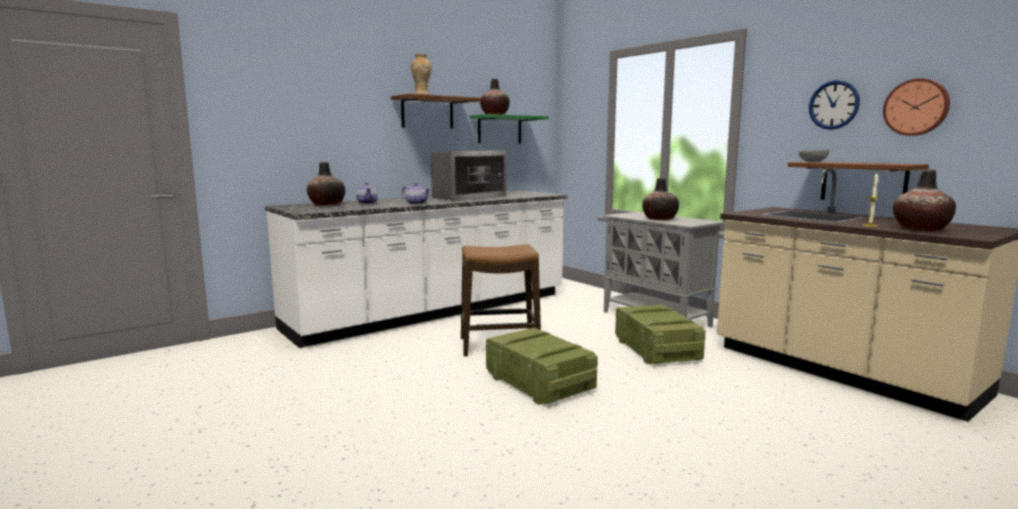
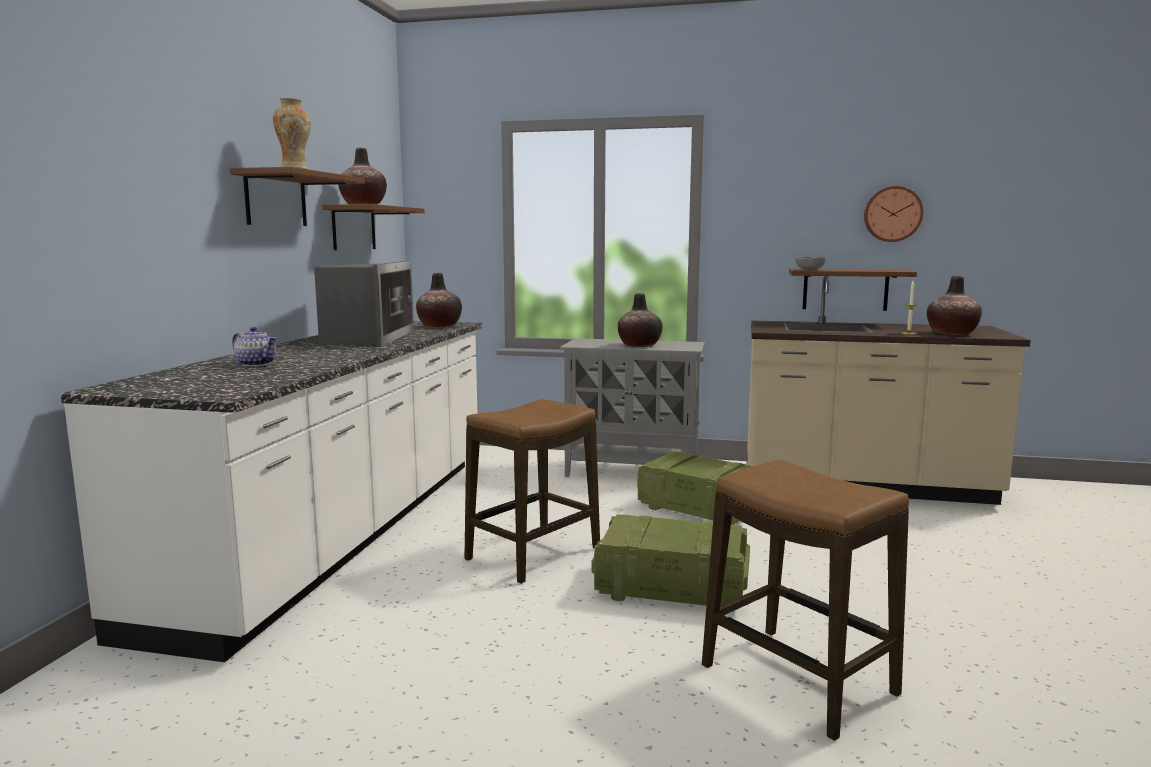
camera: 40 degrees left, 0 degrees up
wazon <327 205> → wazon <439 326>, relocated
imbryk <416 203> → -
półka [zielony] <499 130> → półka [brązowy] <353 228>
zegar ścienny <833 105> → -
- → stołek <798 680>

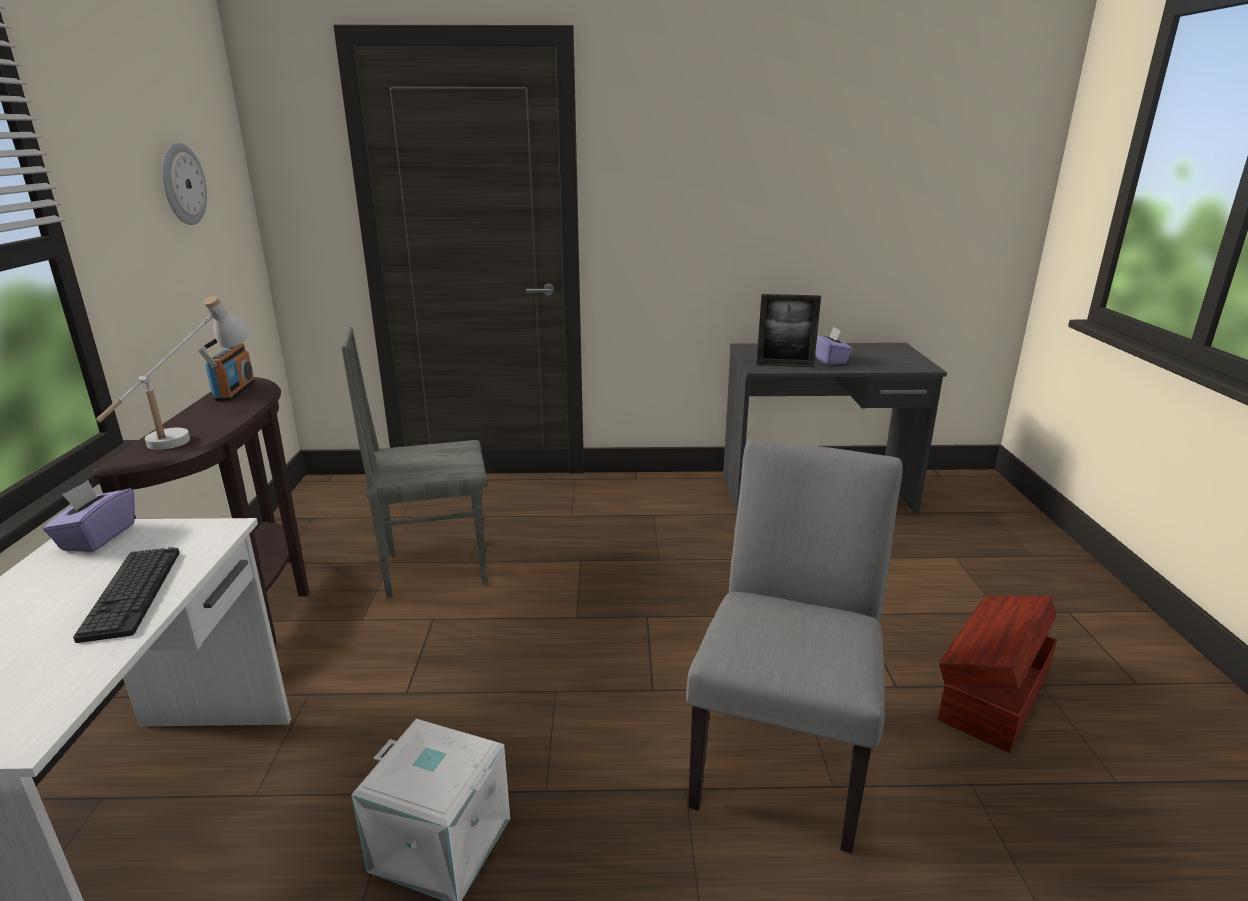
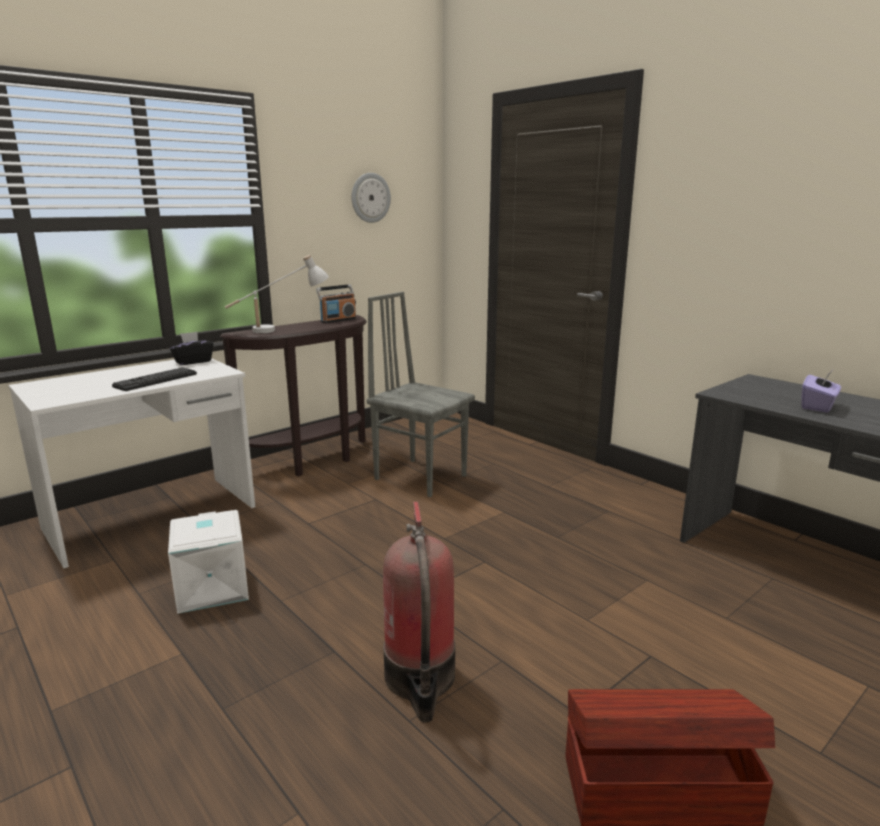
camera: 50 degrees right, 5 degrees down
pudełko chusteczek [fioletowy] <98 537> → pudełko chusteczek [czarny] <193 361>
krzesło [szary] <783 750> → gaśnica <420 679>
ramka na zdjęcie <784 365> → -

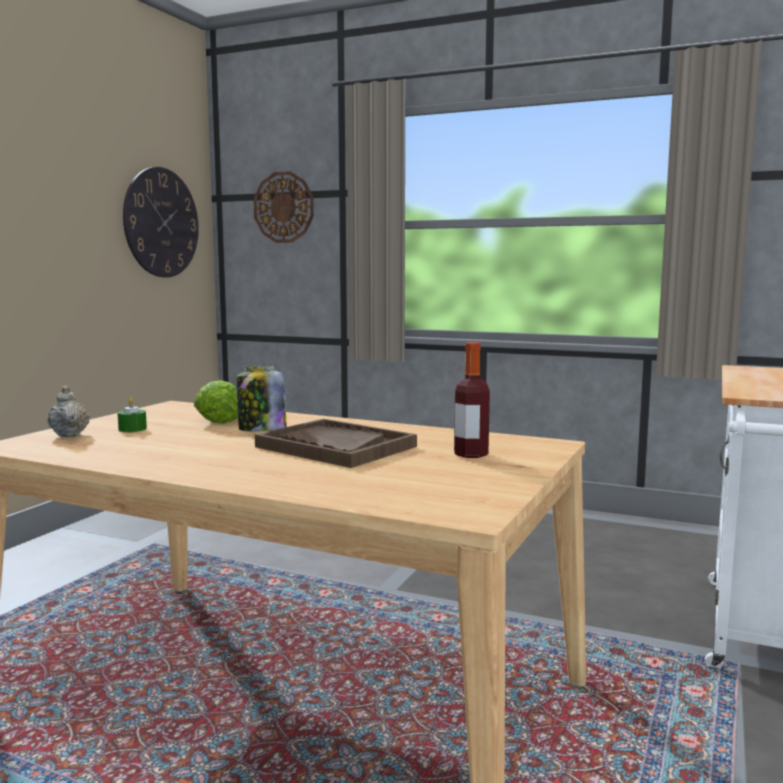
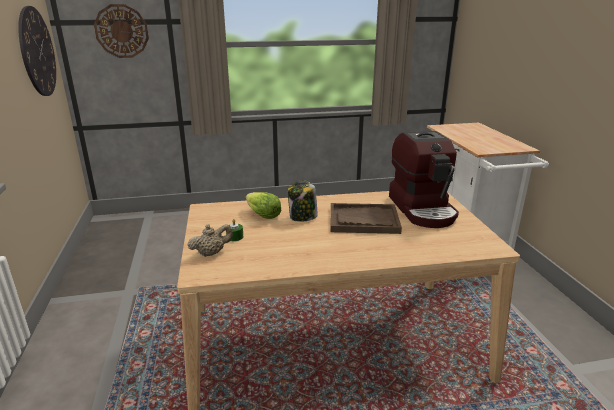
camera: 35 degrees left, 15 degrees up
imbryk [beżowy] <70 435> → imbryk [beżowy] <211 253>, 120 degrees clockwise
butelka <471 454> → ekspres do kawy <423 209>

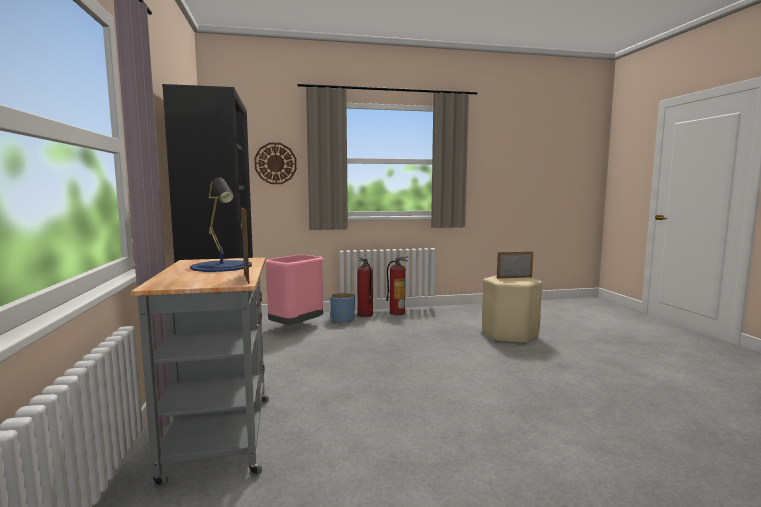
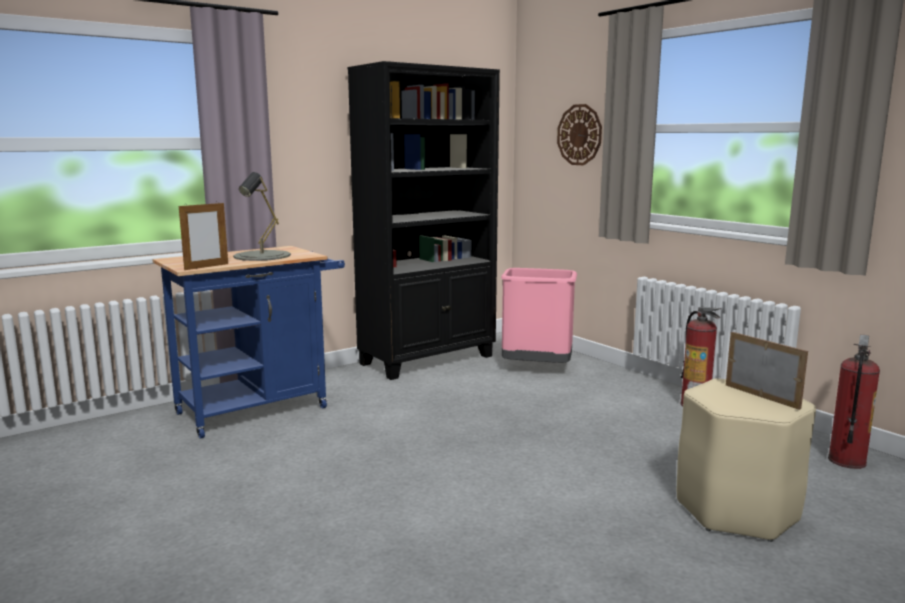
camera: 65 degrees right, 5 degrees up
wózek [szary] <221 432> → wózek [niebieski] <261 408>
lampa stołowa [niebieski] <222 266> → lampa stołowa [szary] <262 256>
donica [niebieski] <343 320> → -
gaśnica <364 315> → gaśnica <846 460>, relocated

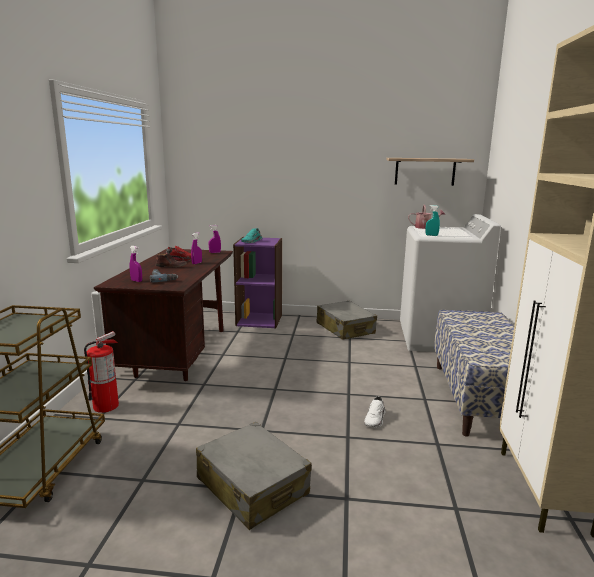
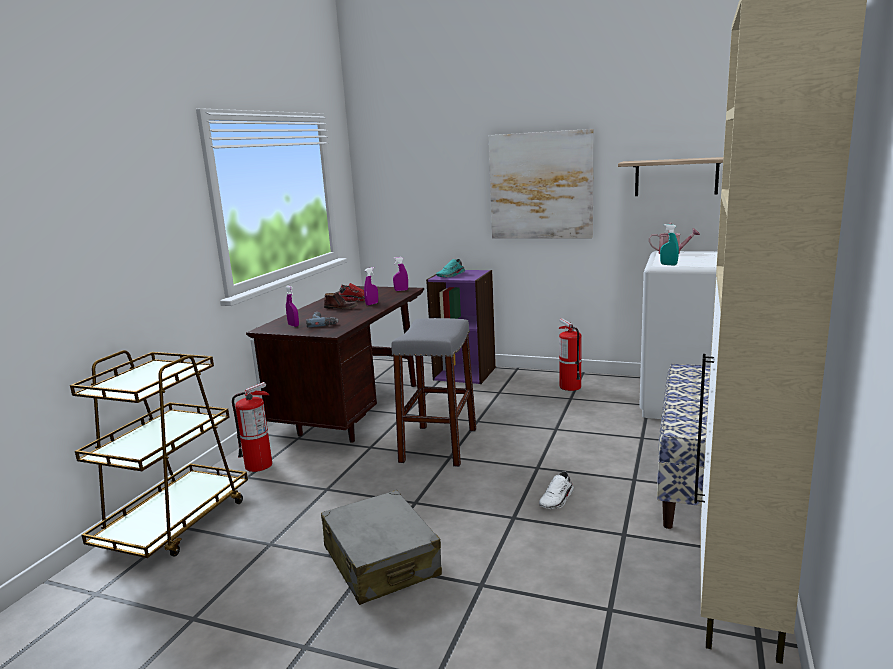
camera: 15 degrees right, 0 degrees up
walizka [szary] <345 328> → gaśnica <570 387>
- → stołek [szary] <439 445>
- → obraz <541 186>

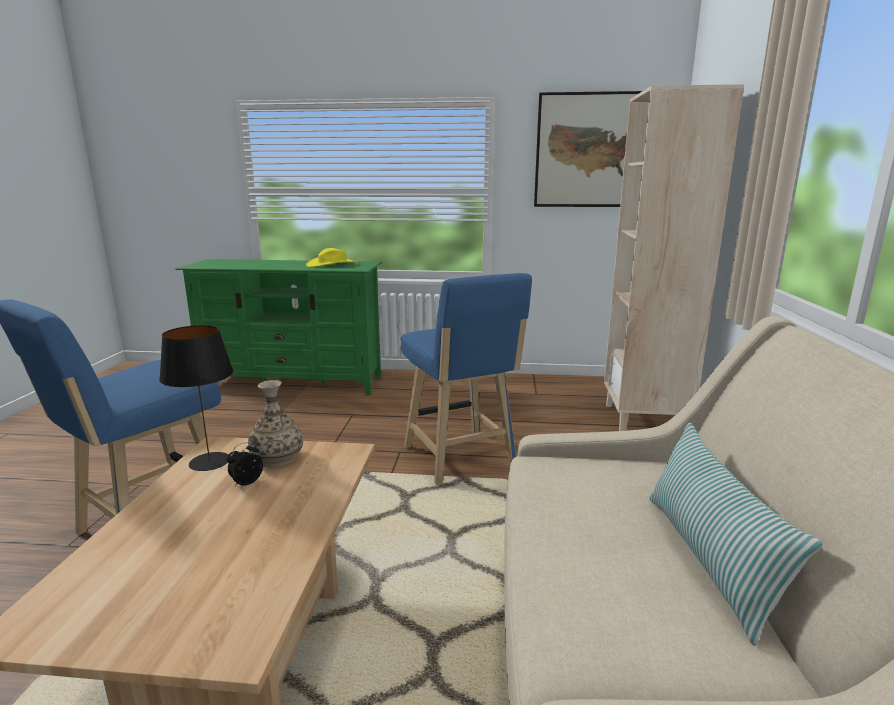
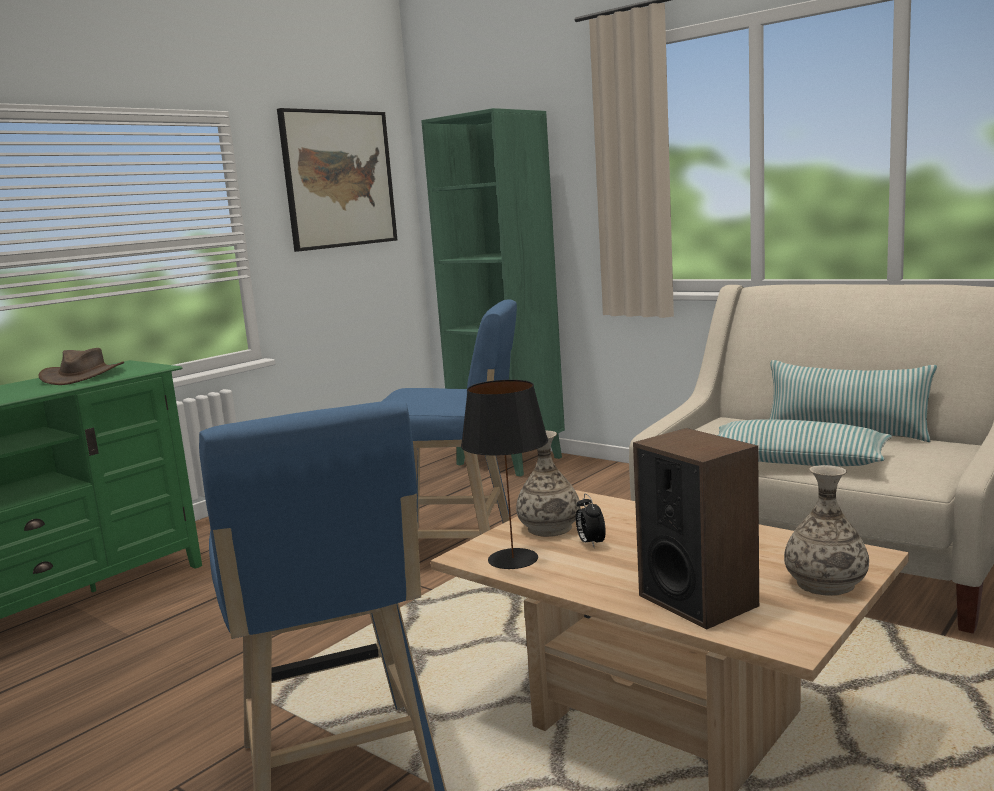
camera: 55 degrees left, 5 degrees down
kapelusz [żółty] <332 264> → kapelusz [brązowy] <83 376>
regał [beżowy] <644 421> → regał [zielony] <510 461>
- → głośnik <698 600>
- → poduszka <795 461>
- → wazon <825 584>

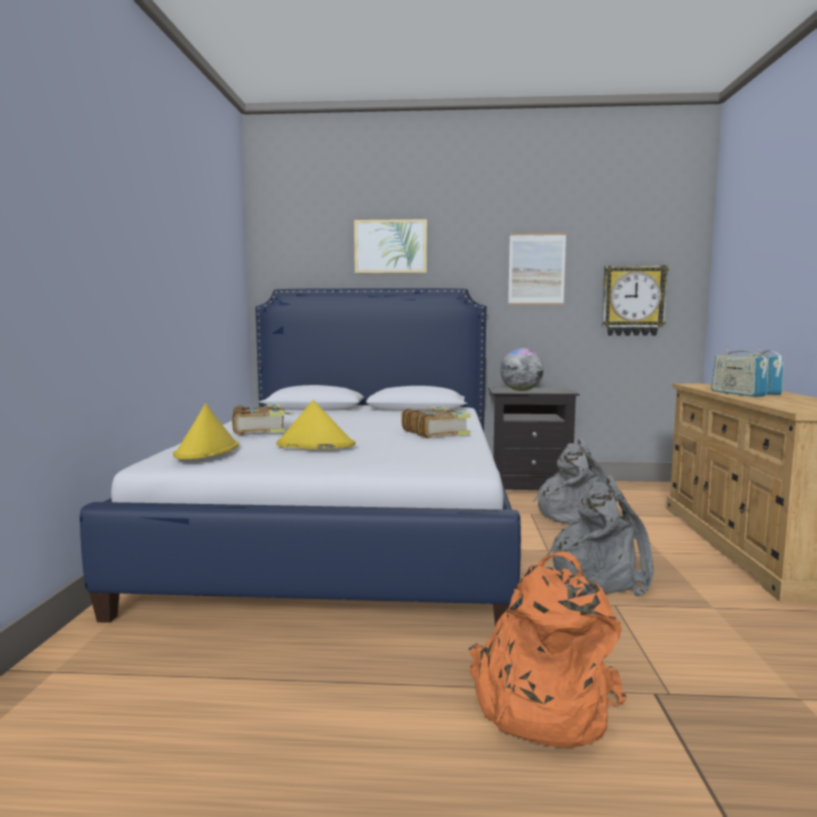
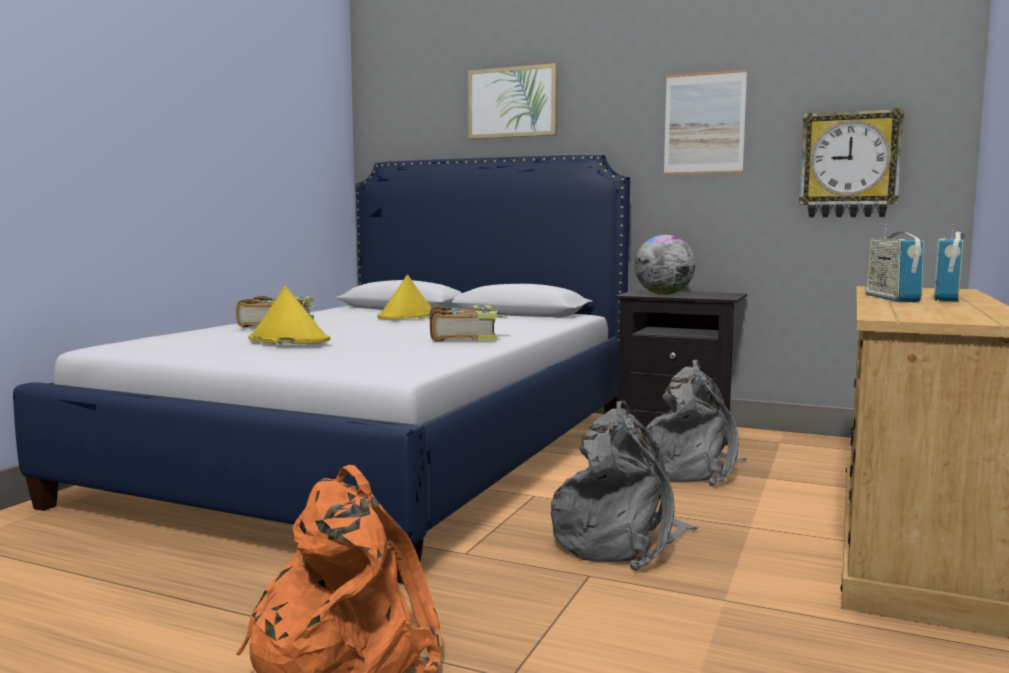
camera: 20 degrees right, 0 degrees up
kapelusz [żółty] <207 451> → kapelusz [żółty] <407 317>, relocated

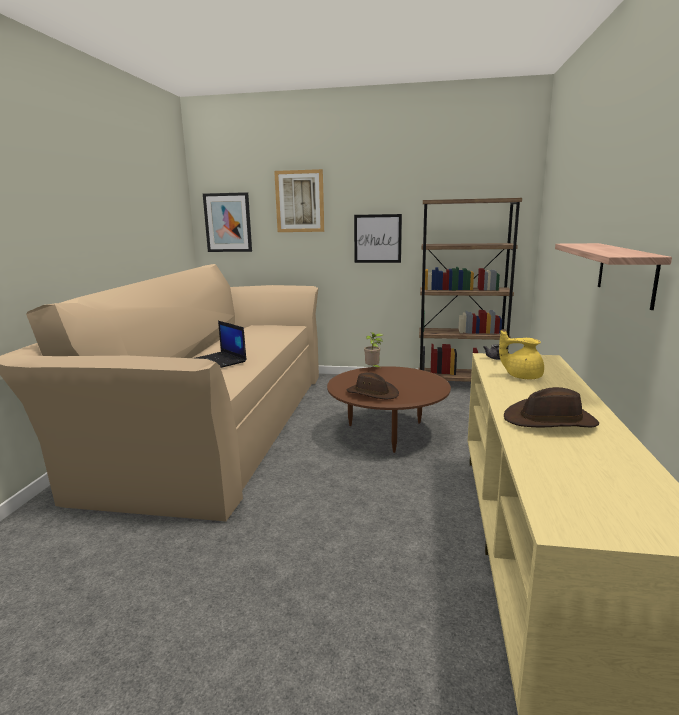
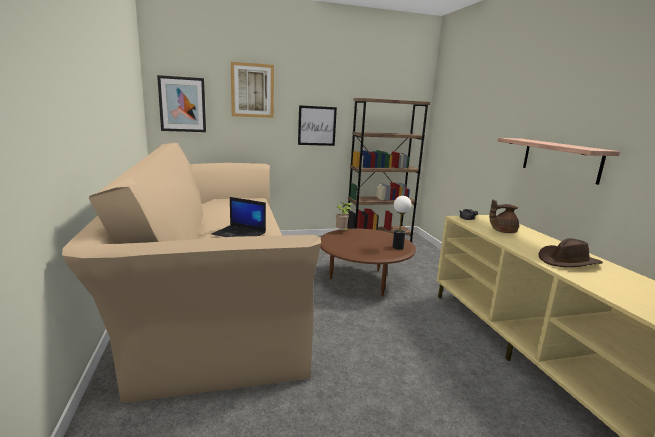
camera: 25 degrees left, 0 degrees up
kapelusz [brązowy] <372 393> → -
imbryk [żółty] <522 376> → imbryk [brązowy] <502 231>
- → lampa stołowa <397 247>

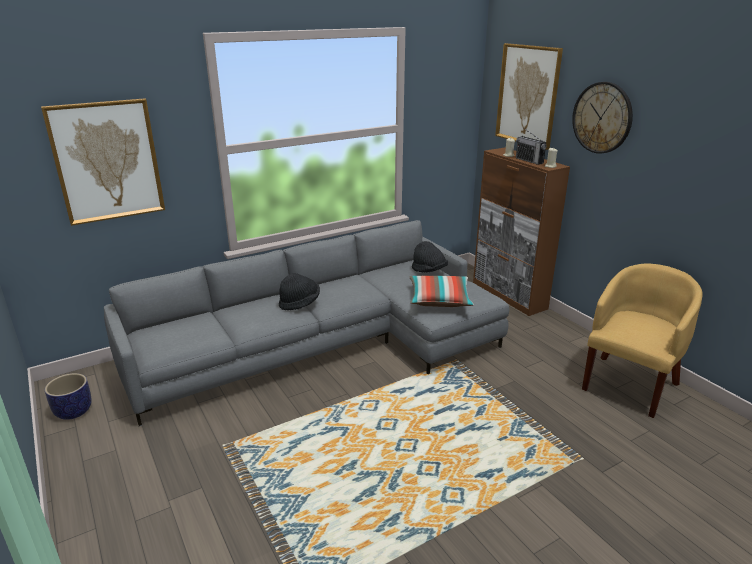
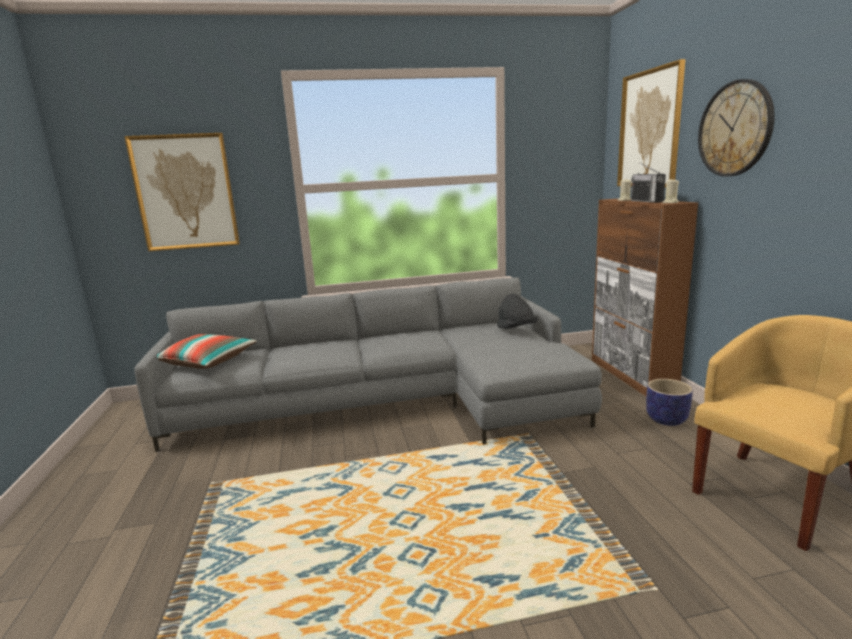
camera: 20 degrees right, 10 degrees down
donica <74 411> → donica <666 419>, relocated
kapelusz [czarny] <299 303> → -
poduszka <439 300> → poduszka <207 362>, relocated

